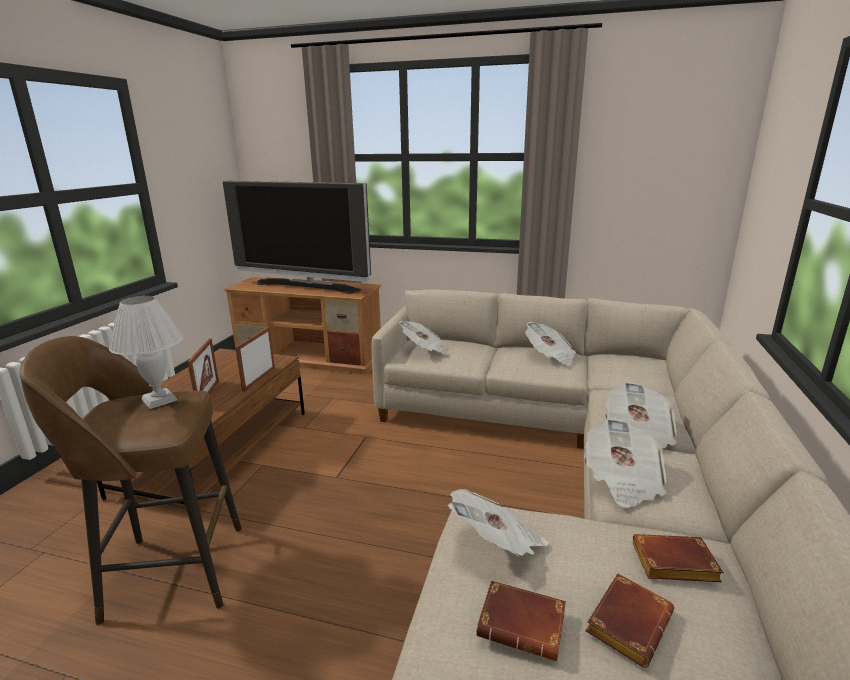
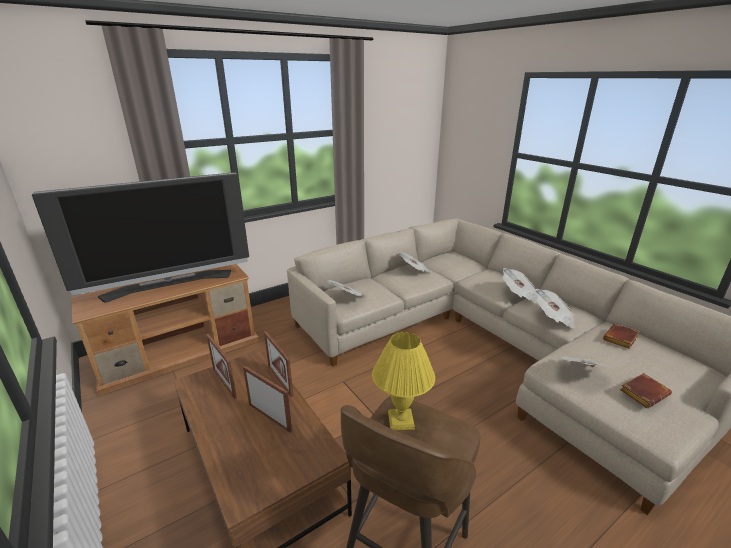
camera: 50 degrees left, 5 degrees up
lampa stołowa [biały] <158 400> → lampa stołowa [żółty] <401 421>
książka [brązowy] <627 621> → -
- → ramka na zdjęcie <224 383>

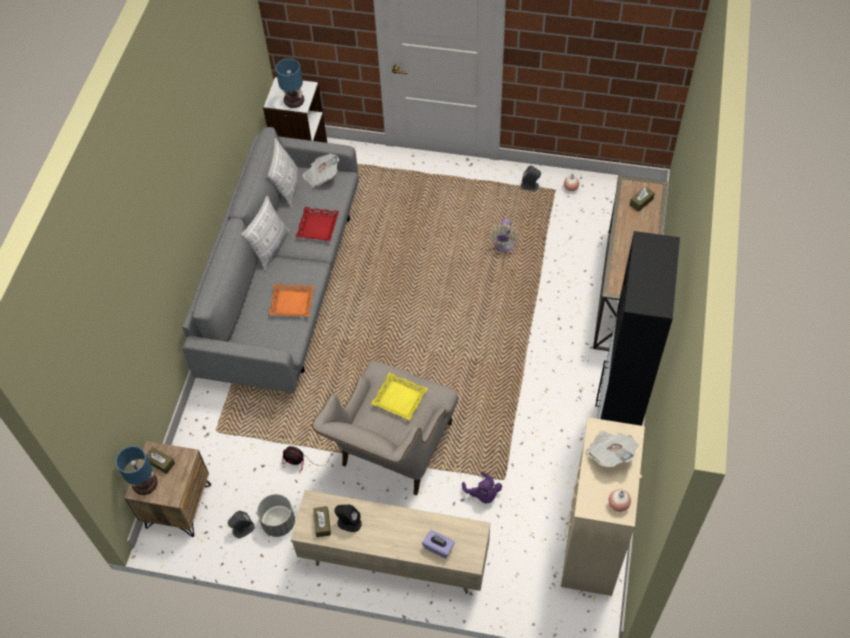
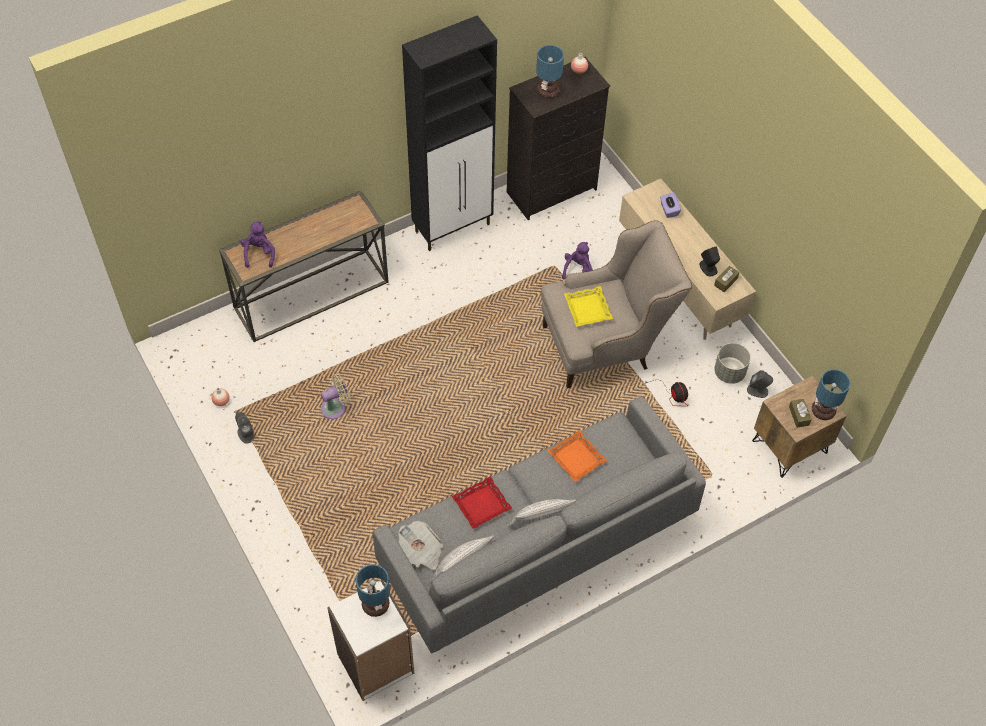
camera: 135 degrees left, 0 degrees up
komoda [beżowy] <590 546> → komoda [czarny] <552 191>
gazeta <610 453> → lampa stołowa <548 92>
pudełko chusteczek [brązowy] <641 202> → pluszak [fioletowy] <259 254>

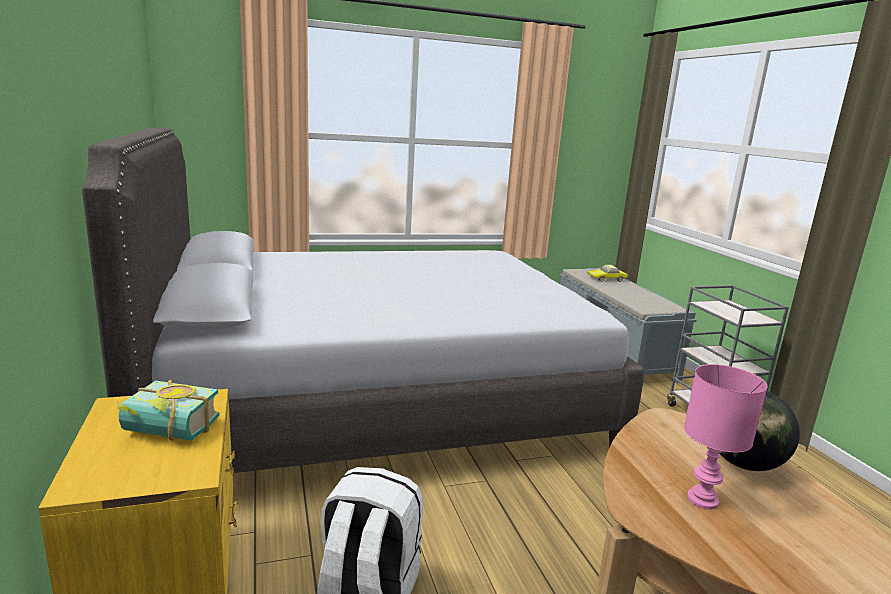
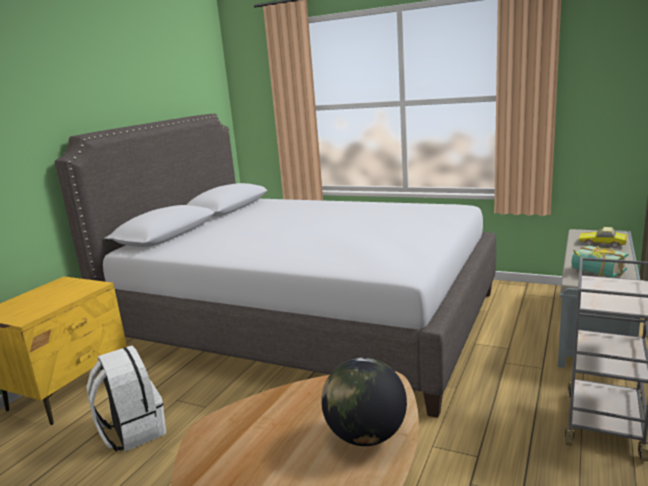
camera: 45 degrees right, 0 degrees up
książka <166 433> → książka <595 273>, relocated
lampa stołowa [różowy] <702 499> → -

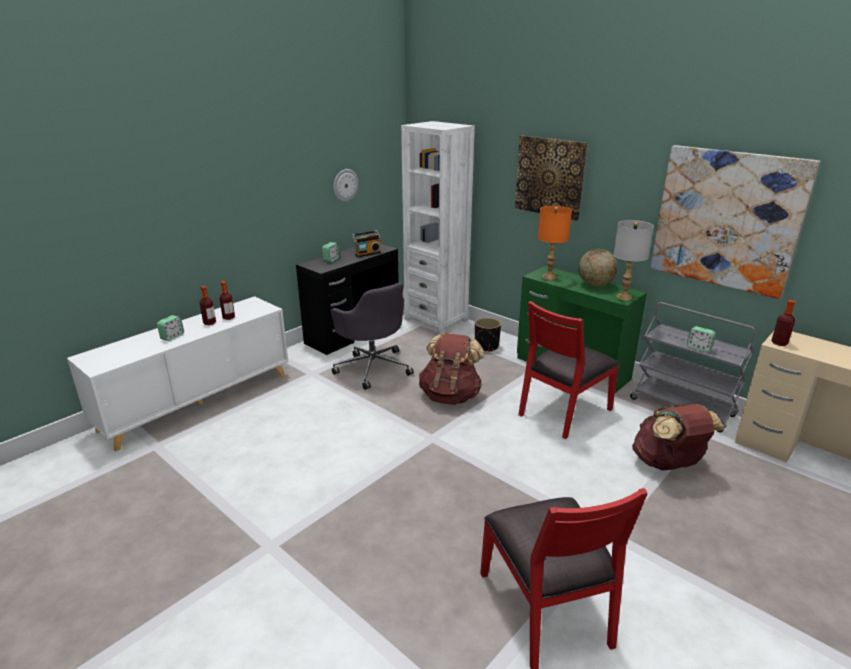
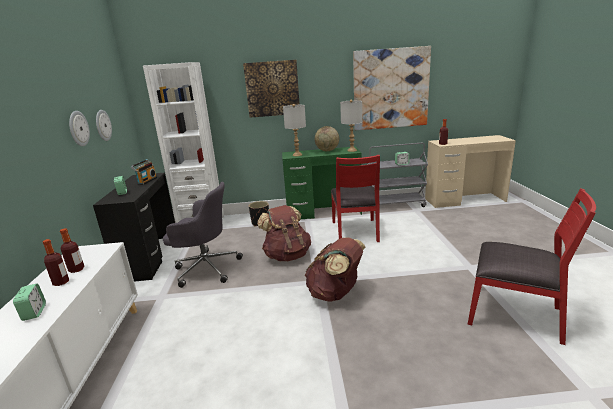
camera: 45 degrees left, 5 degrees down
lampa stołowa [pomarańczowy] <549 277> → lampa stołowa [szary] <297 155>
plecak [brązowy] <668 464> → plecak [brązowy] <335 293>, relocated
- → zegar ścienny <78 128>

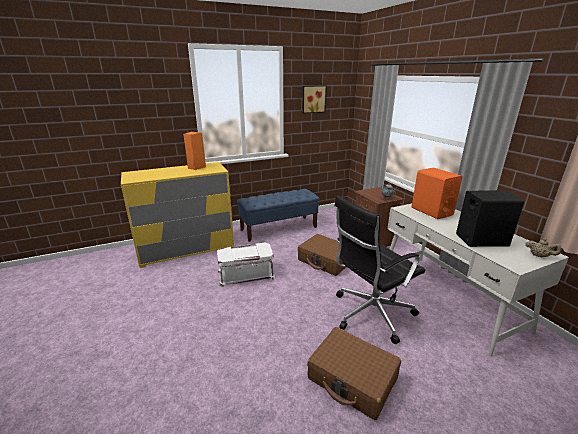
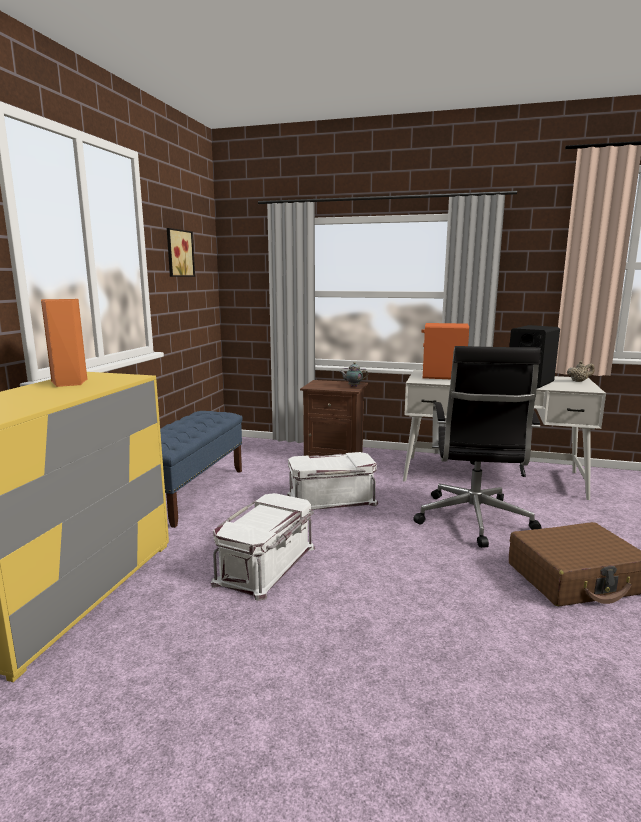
camera: 50 degrees left, 10 degrees down
walizka [brązowy] <325 261> → pojemnik do przechowywania [biały] <331 499>

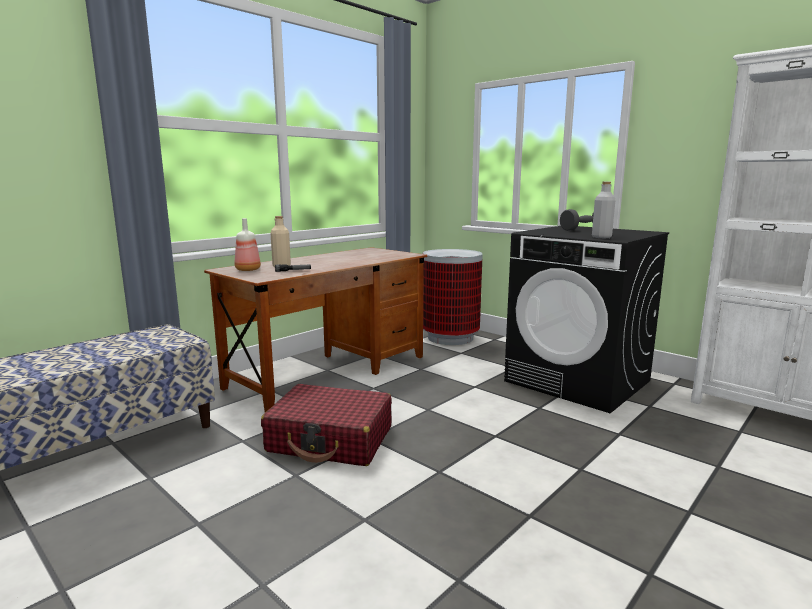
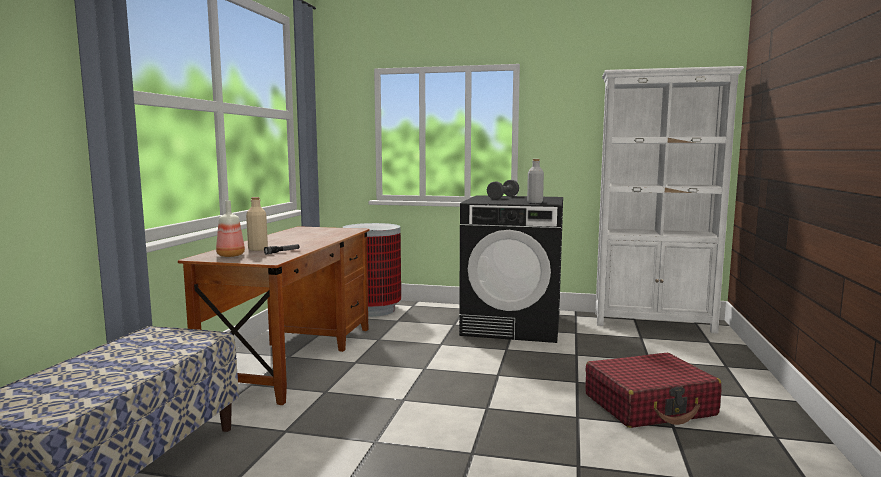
camera: 30 degrees left, 5 degrees down
walizka [czerwony] <331 439> → walizka [czerwony] <650 405>, relocated

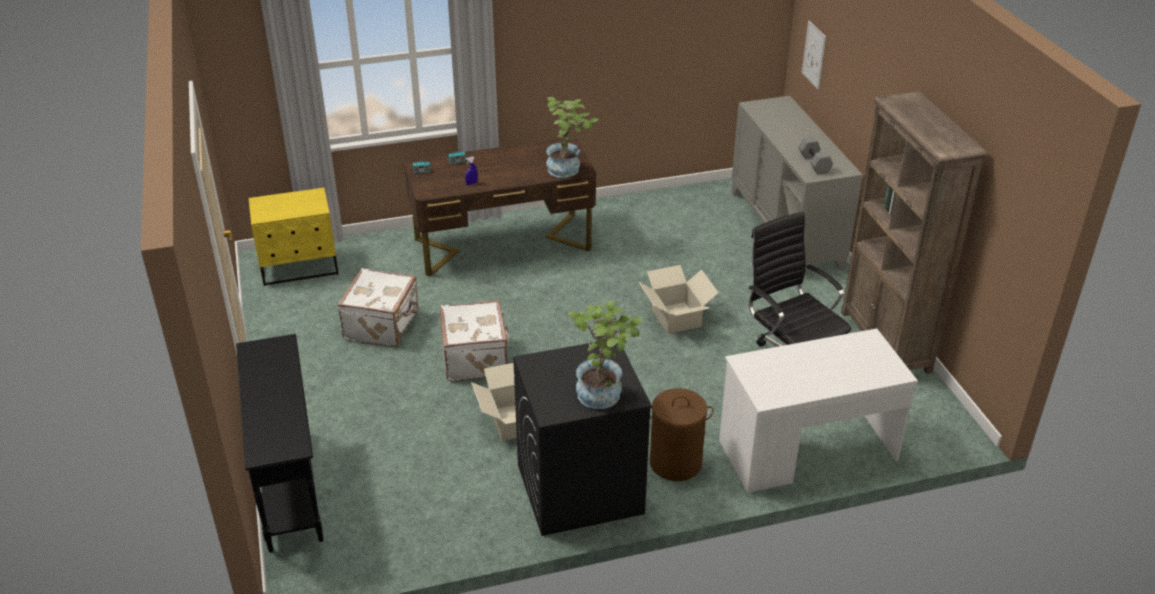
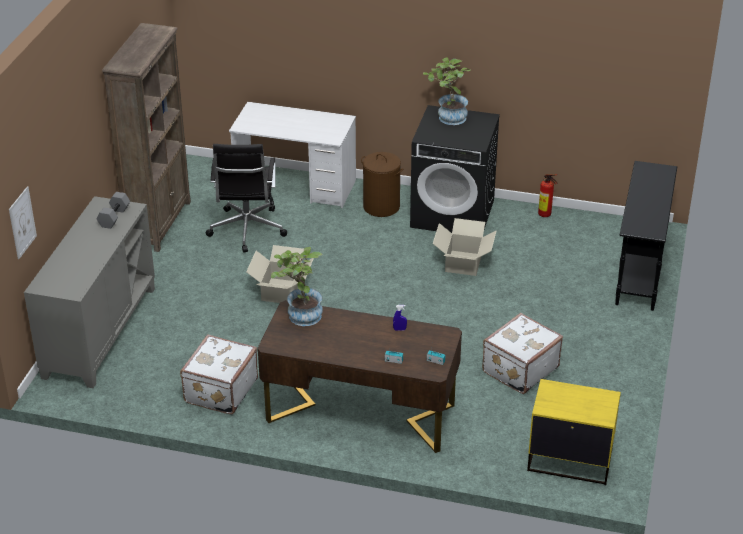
camera: 150 degrees left, 0 degrees up
walizka [biały] <476 358> → walizka [biały] <219 390>, relocated
- → gaśnica <546 215>

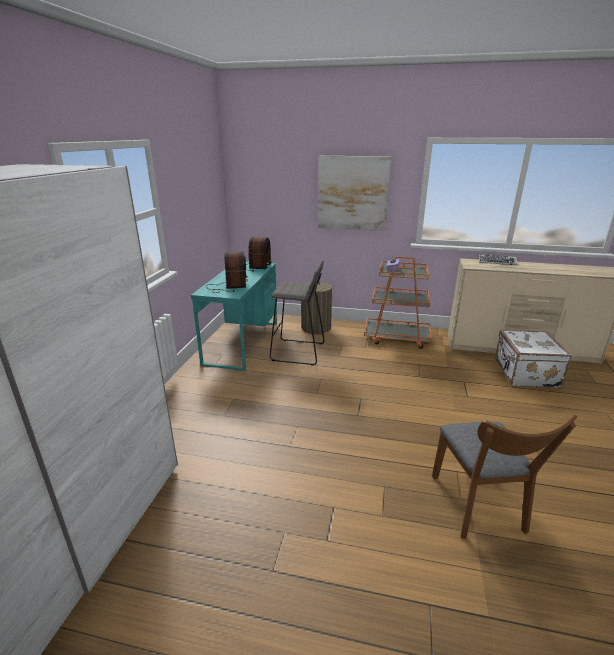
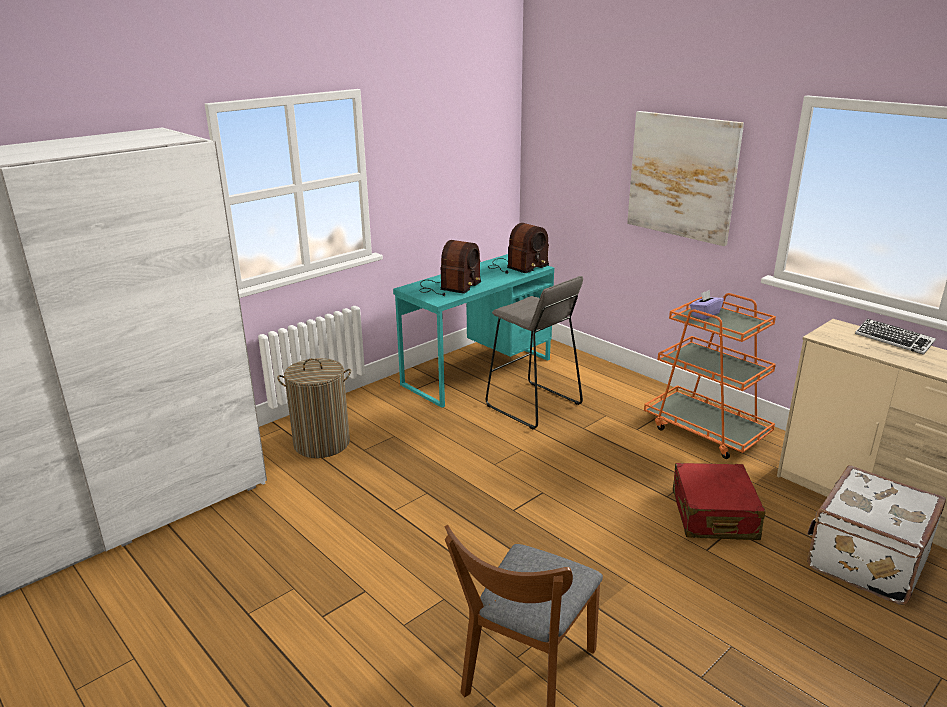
camera: 35 degrees right, 0 degrees up
kosz na pranie <316 327> → kosz na pranie <322 443>, relocated
- → walizka [czerwony] <713 515>

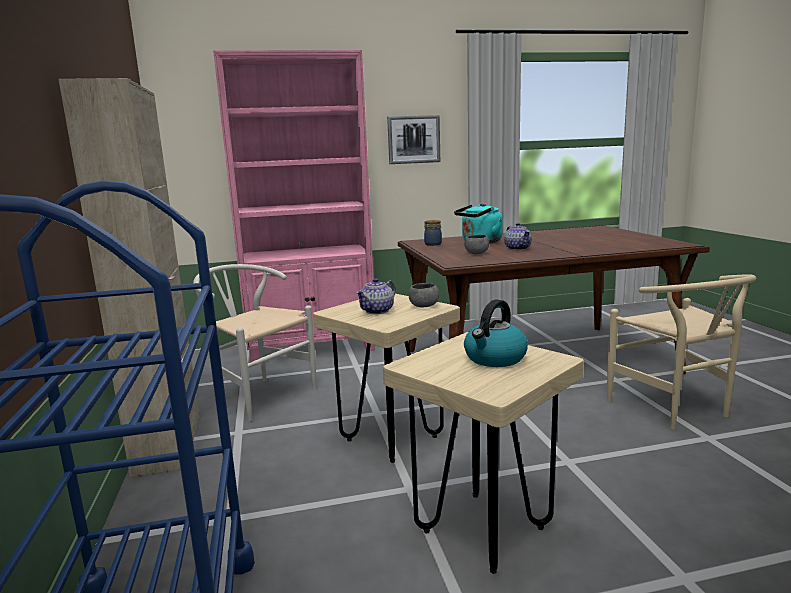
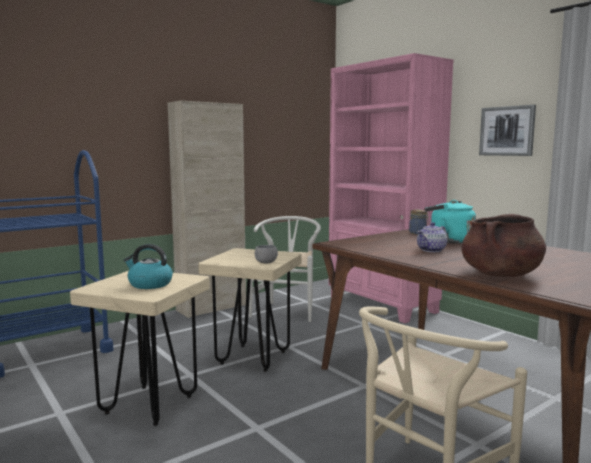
camera: 65 degrees right, 5 degrees down
imbryk <377 311> → -
miska [szary] <476 253> → -
- → garnek [brązowy] <500 274>

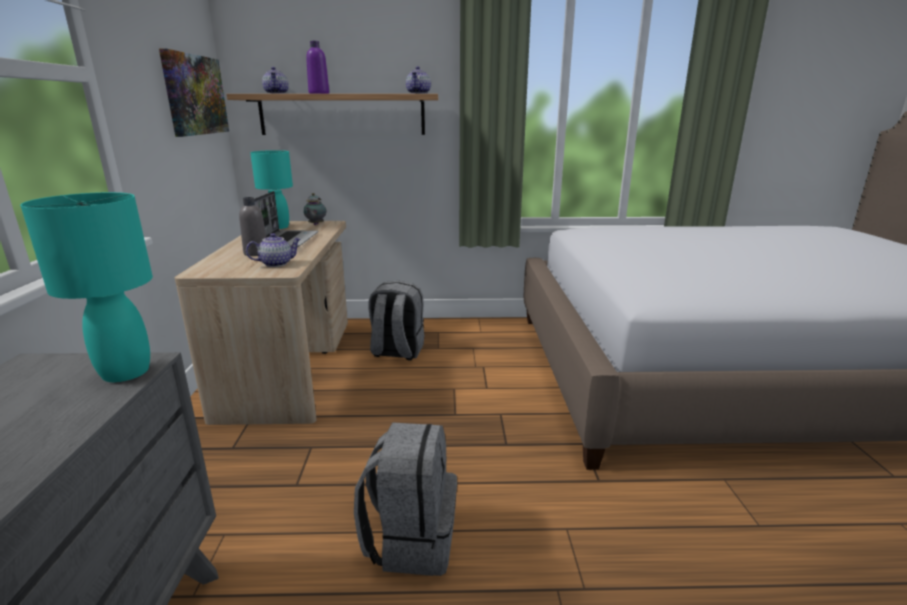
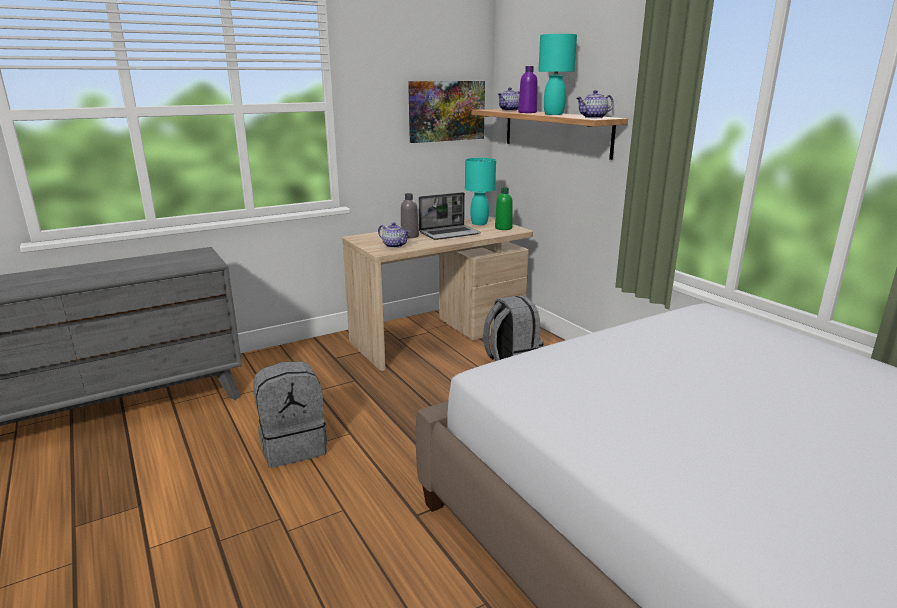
camera: 60 degrees right, 0 degrees up
lampa stołowa [turkusowy] <126 372> → lampa stołowa [turkusowy] <554 114>, relocated
imbryk <315 225> → butelka [zielony] <503 228>

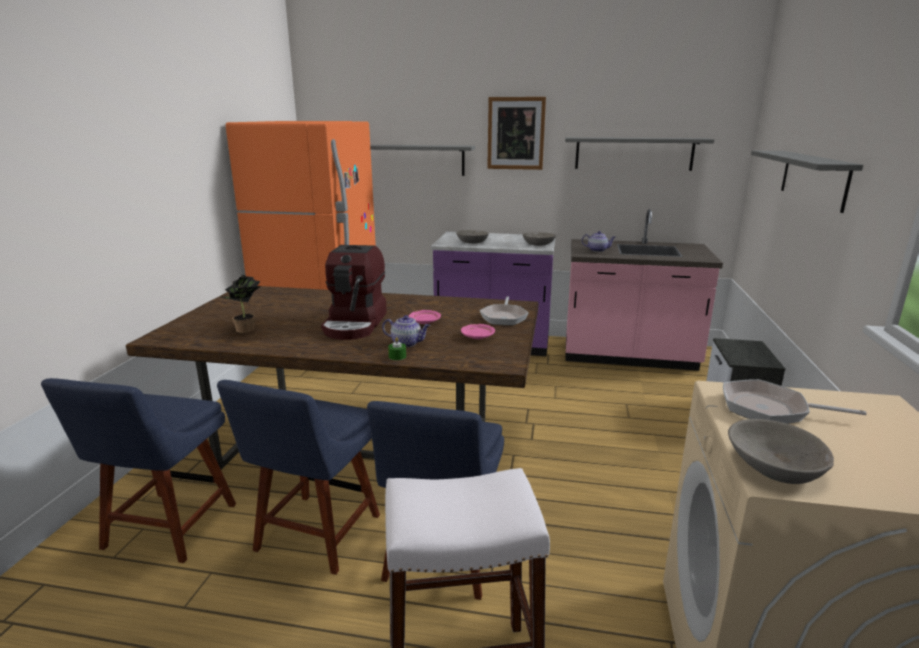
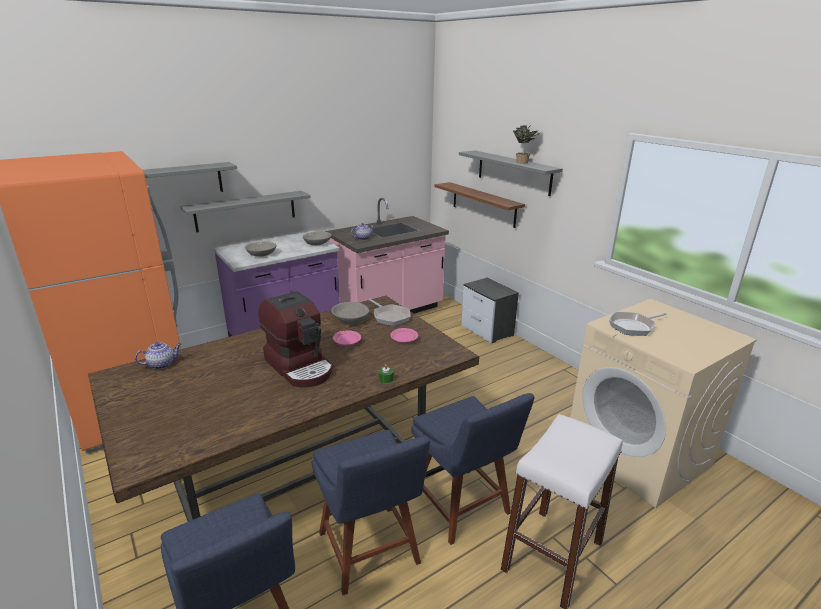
camera: 45 degrees left, 5 degrees up
roślina doniczkowa <246 330> → roślina doniczkowa <524 162>, relocated
imbryk <407 343> → imbryk <162 364>, relocated
obraz <516 133> → -
półka [szary] <634 153> → półka [szary] <246 211>, relocated
miska [szary] <774 466> → miska [szary] <350 319>, relocated
- → półka [brązowy] <483 204>

